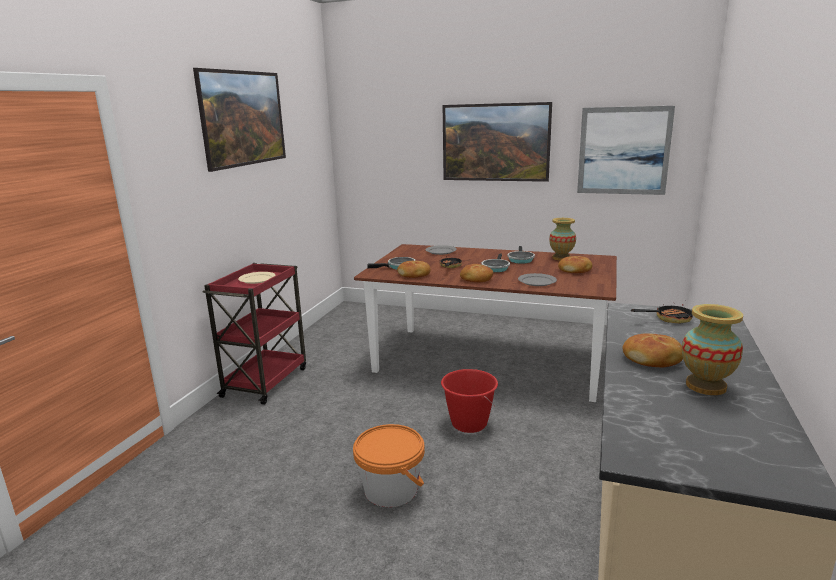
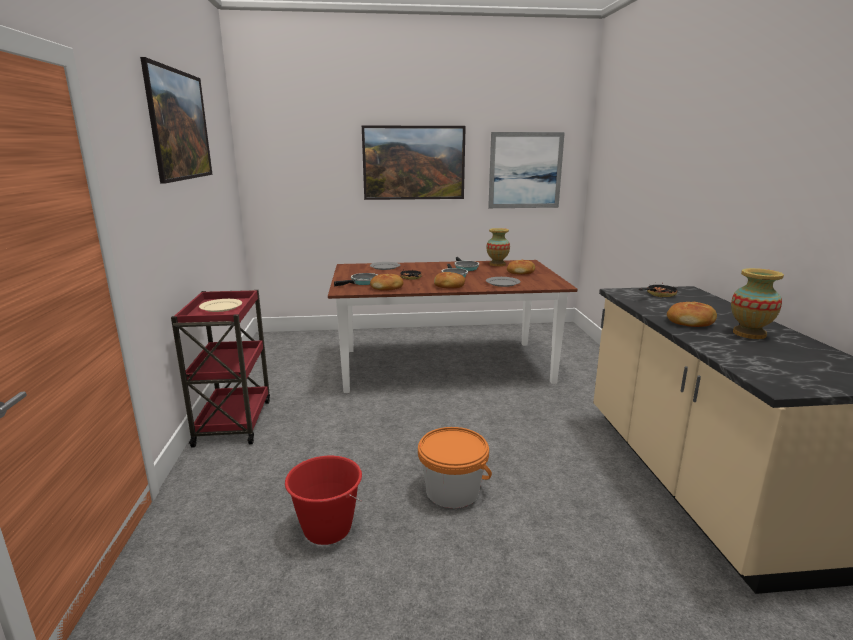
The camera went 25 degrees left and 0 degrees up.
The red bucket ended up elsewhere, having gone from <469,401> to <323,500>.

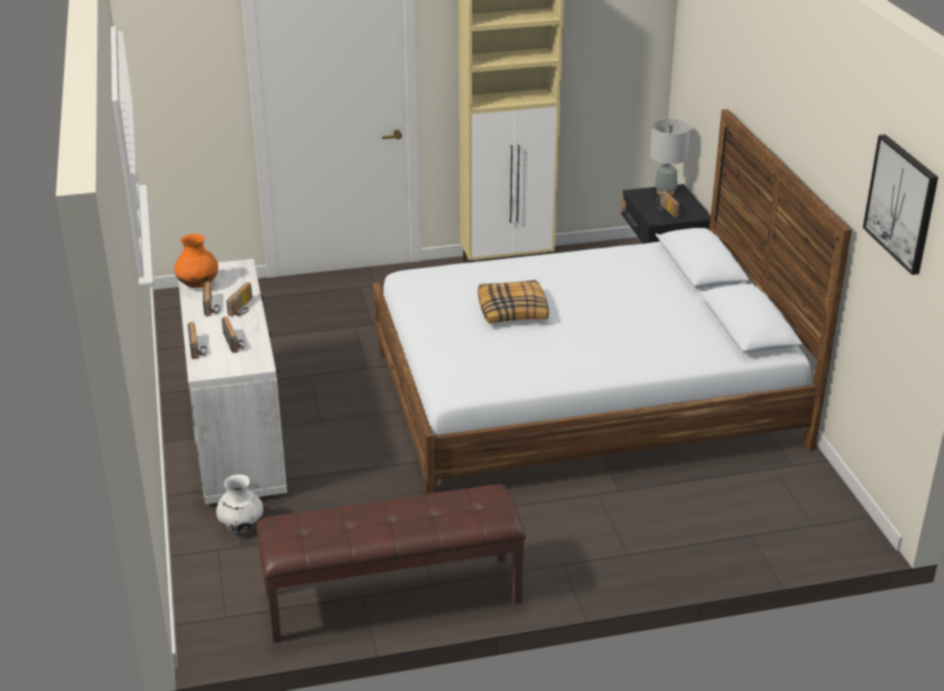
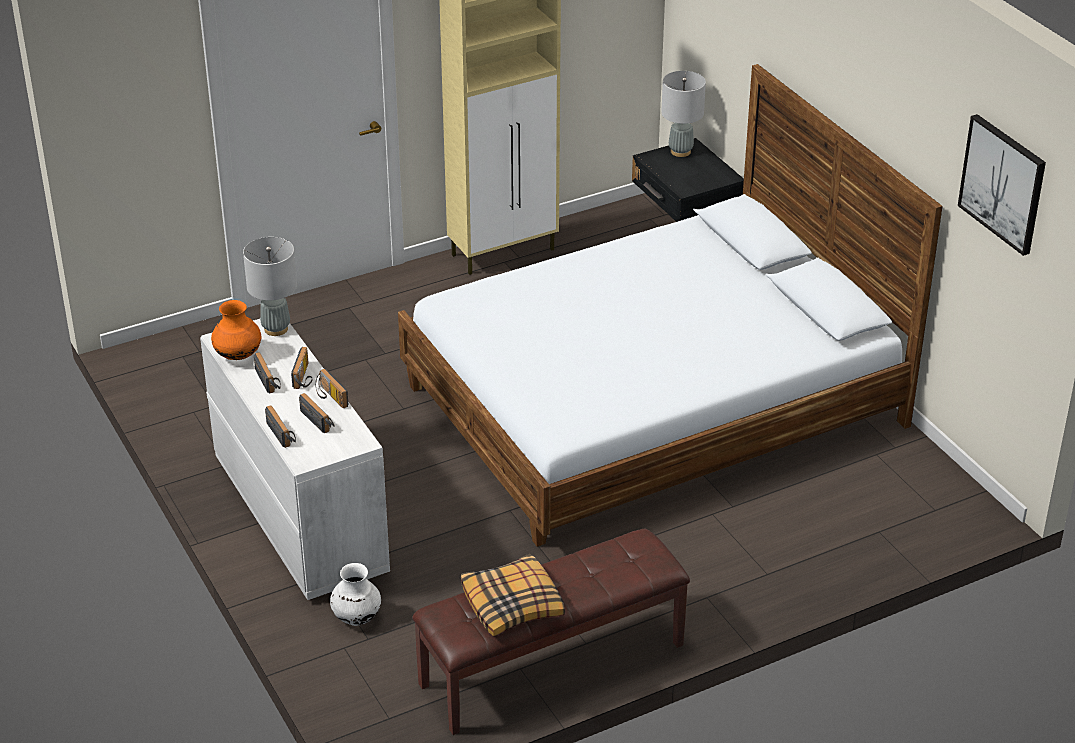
The camera went 15 degrees left and 5 degrees up.
The second view gained the grey table lamp at <270,286>.
The radio ended up elsewhere, having gone from <668,204> to <331,389>.
The pillow ended up elsewhere, having gone from <513,302> to <513,595>.

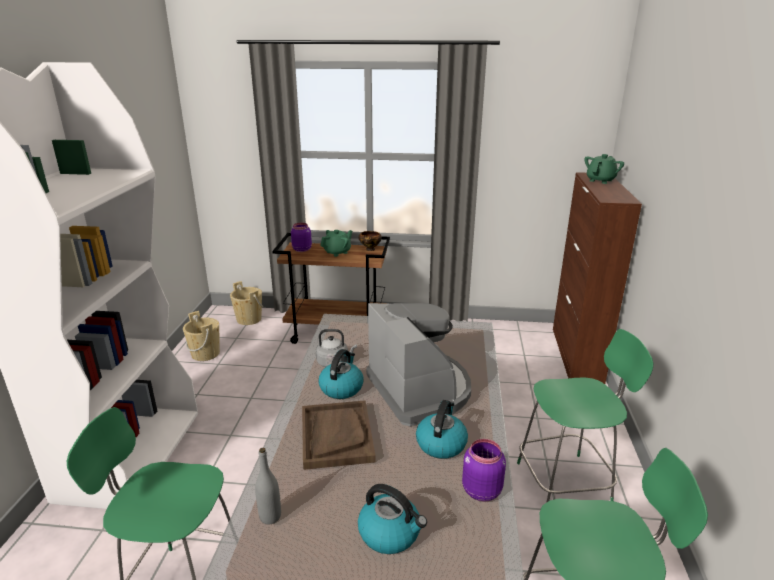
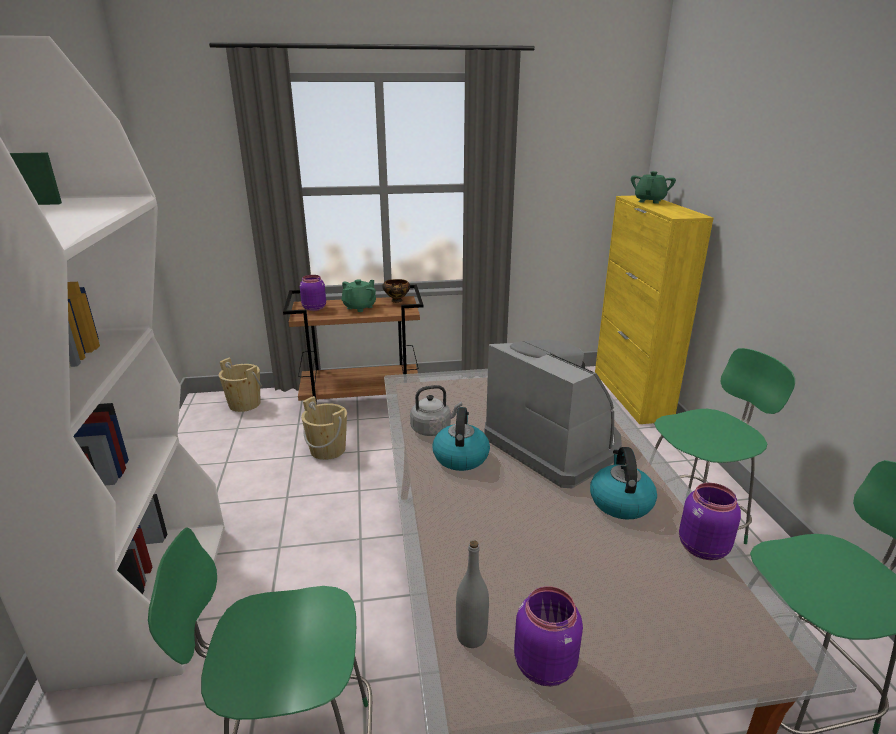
The camera went 15 degrees left and 0 degrees up.
The beige bucket ended up elsewhere, having gone from <201,336> to <324,428>.
The second view gained the purple jar at <548,636>.
What was the brown cabinet at <597,278> turned into the yellow cabinet at <654,310>.
The second view lost the brown tray at <339,435>.
The second view lost the kettle at <392,519>.

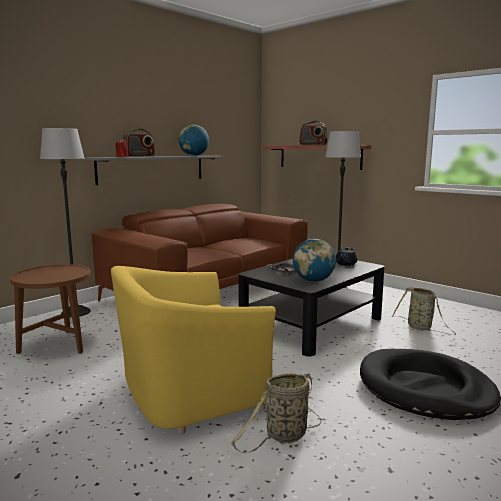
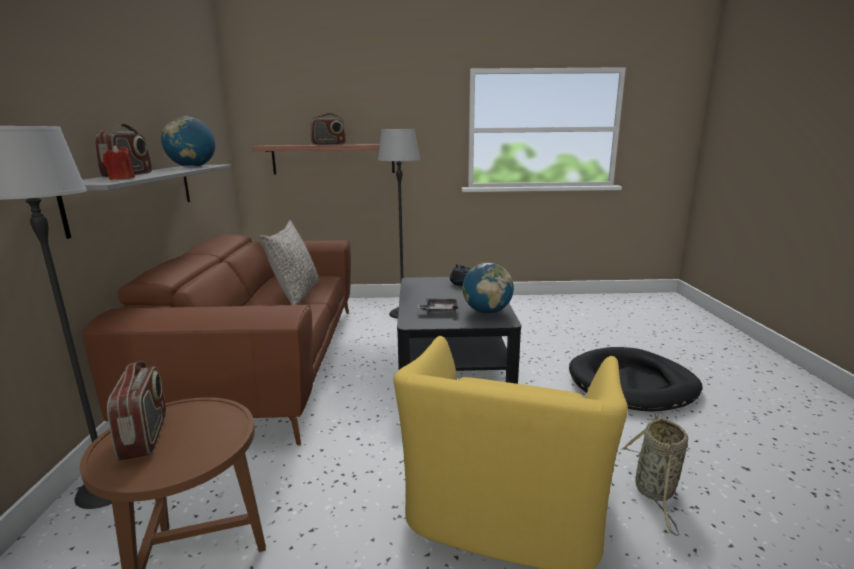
The camera went 45 degrees left and 5 degrees up.
The second view gained the radio at <136,411>.
The second view gained the grey pillow at <289,262>.
The second view lost the basket at <424,311>.

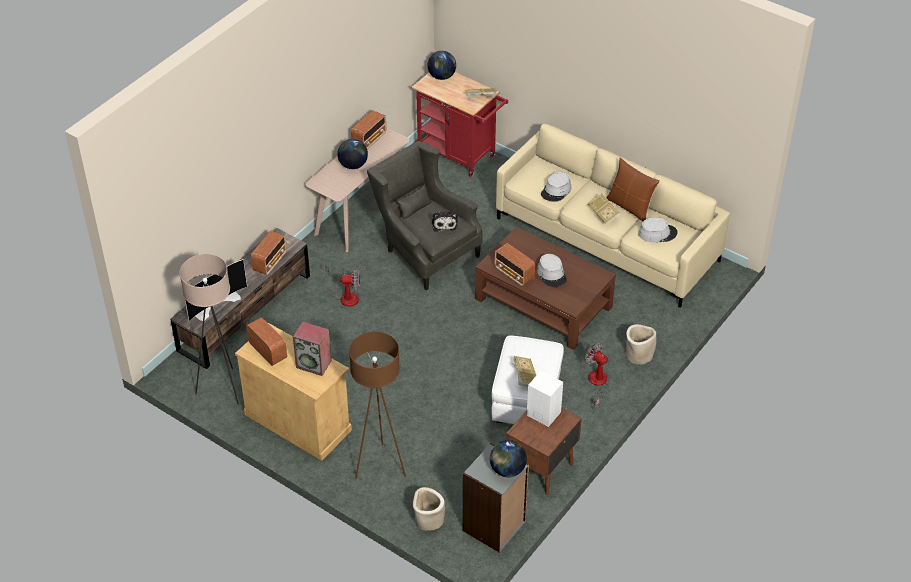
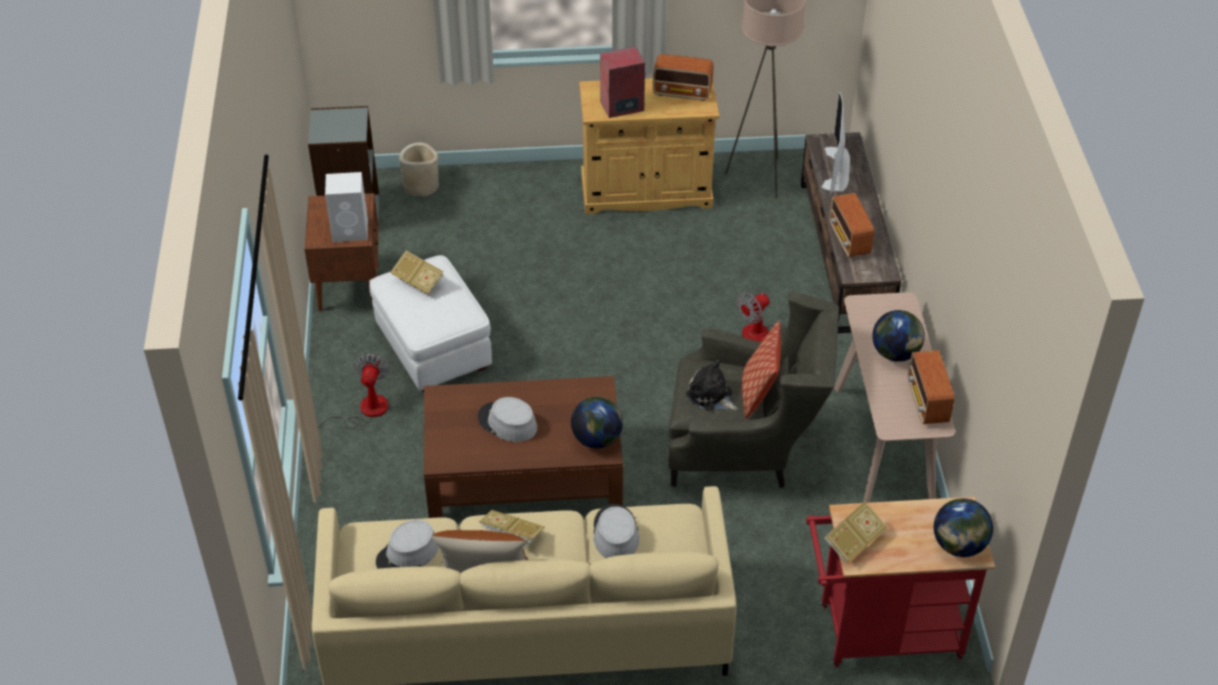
The camera went 140 degrees right and 0 degrees up.
The fan at <597,375> ended up facing another way, 90 degrees counterclockwise from before.
The globe ended up elsewhere, having gone from <508,458> to <597,423>.
The second view gained the pillow at <761,369>.
The second view lost the brown floor lamp at <377,405>.
The second view lost the radio at <514,264>.
The second view lost the beige planter at <641,344>.

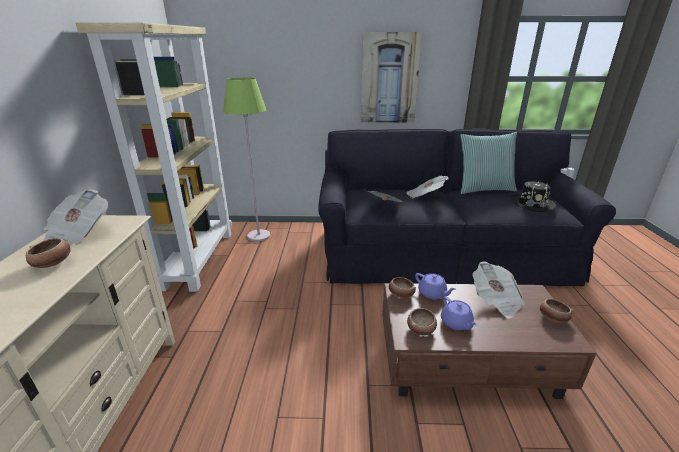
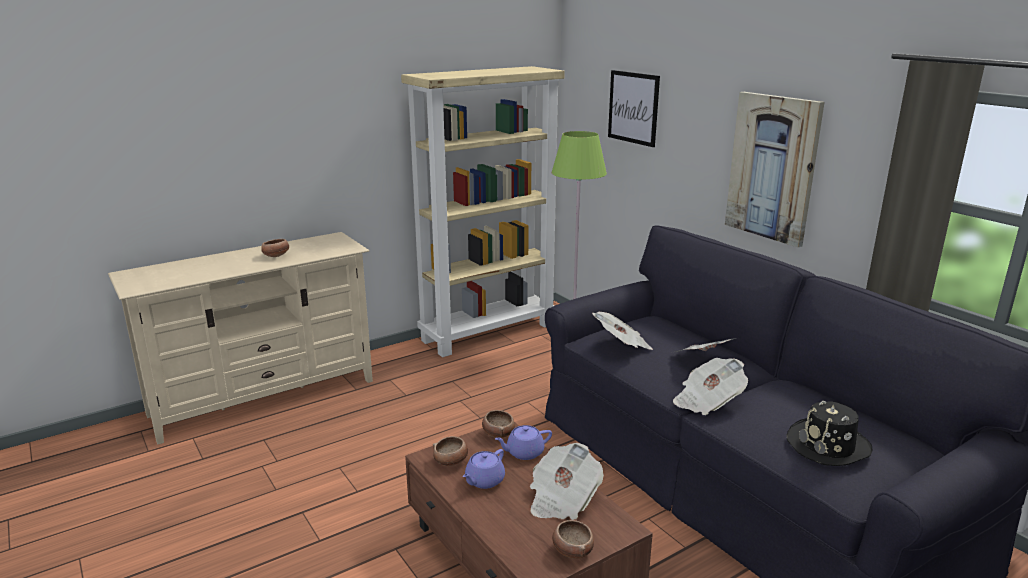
The camera went 55 degrees right and 5 degrees down.
The purple teapot at <435,286> ended up facing another way, 60 degrees clockwise from before.
The second view gained the picture at <634,108>.
The newspaper ended up elsewhere, having gone from <75,217> to <710,386>.
The second view lost the pillow at <488,163>.

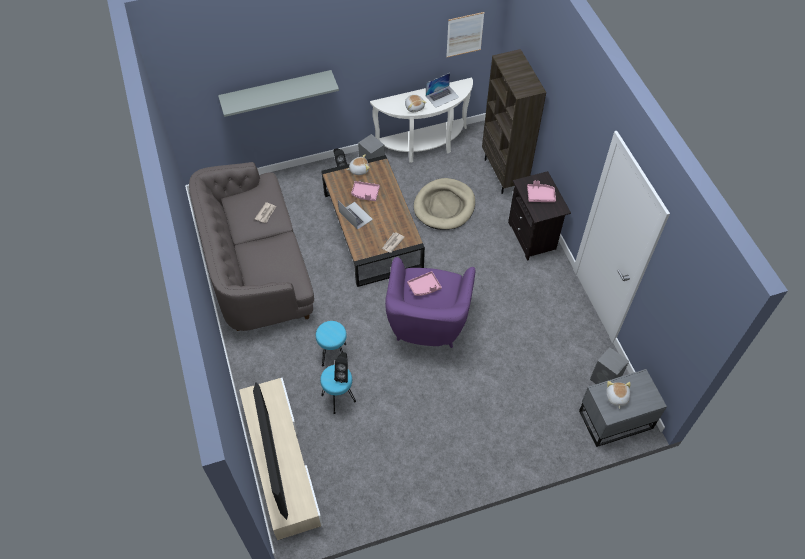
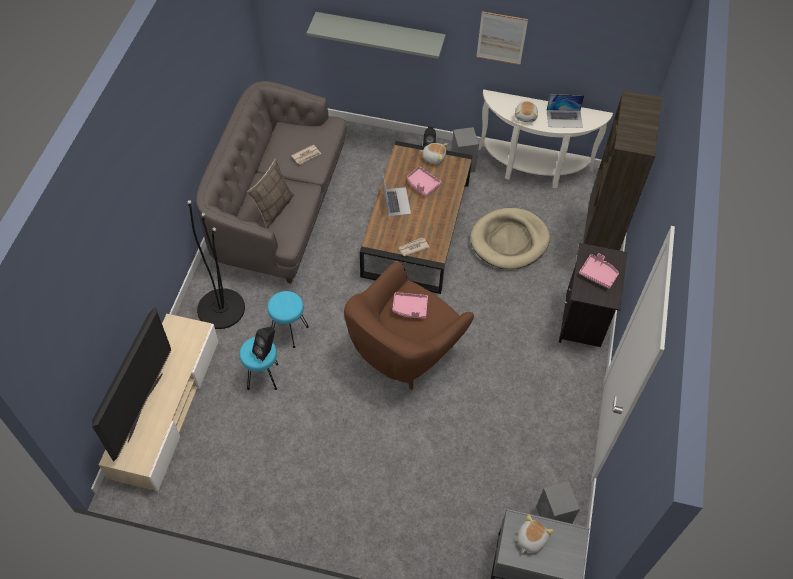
The camera went 30 degrees right and 0 degrees up.
The second view gained the black floor lamp at <216,264>.
The second view gained the pillow at <270,193>.
What was the purple armchair at <430,302> turned into the brown armchair at <409,326>.
The picture ended up elsewhere, having gone from <465,35> to <502,38>.

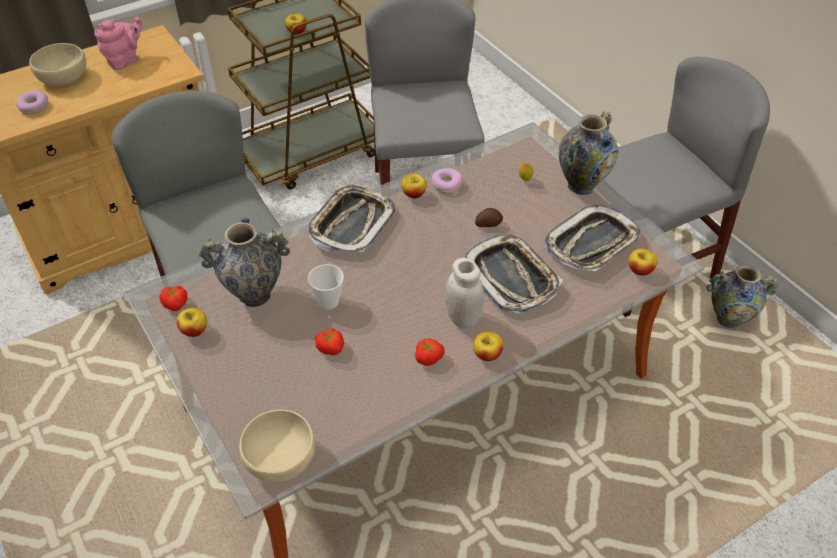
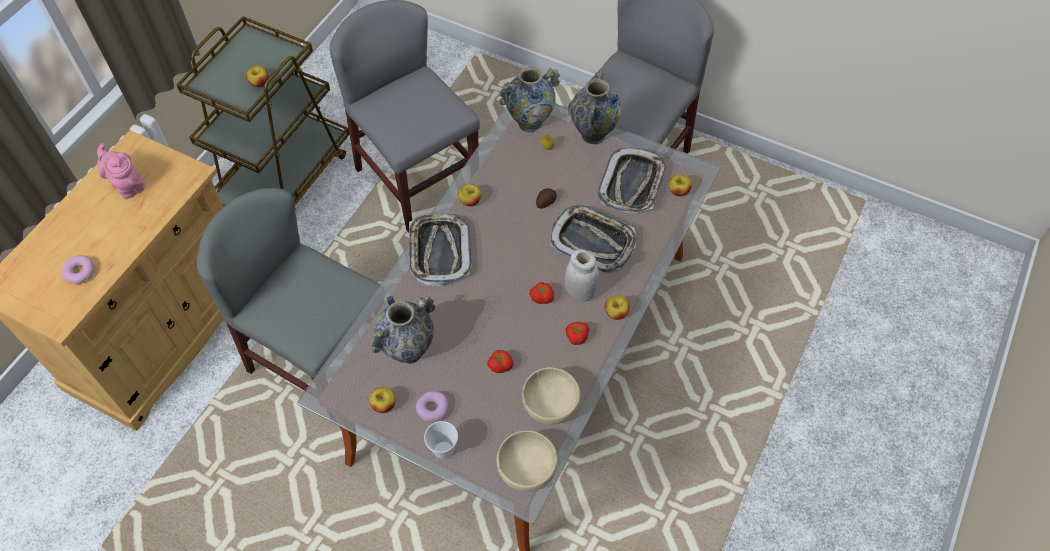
The camera went 30 degrees left and 10 degrees up.
The pink teapot at <118,43> ended up facing another way, 60 degrees counterclockwise from before.
The donut ended up elsewhere, having gone from <447,181> to <432,406>.
The cup ended up elsewhere, having gone from <326,286> to <441,440>.
The vase ended up elsewhere, having gone from <742,297> to <529,99>.
The beige bowl ended up elsewhere, having gone from <58,64> to <551,396>.
The tomato ended up elsewhere, having gone from <173,298> to <541,293>.

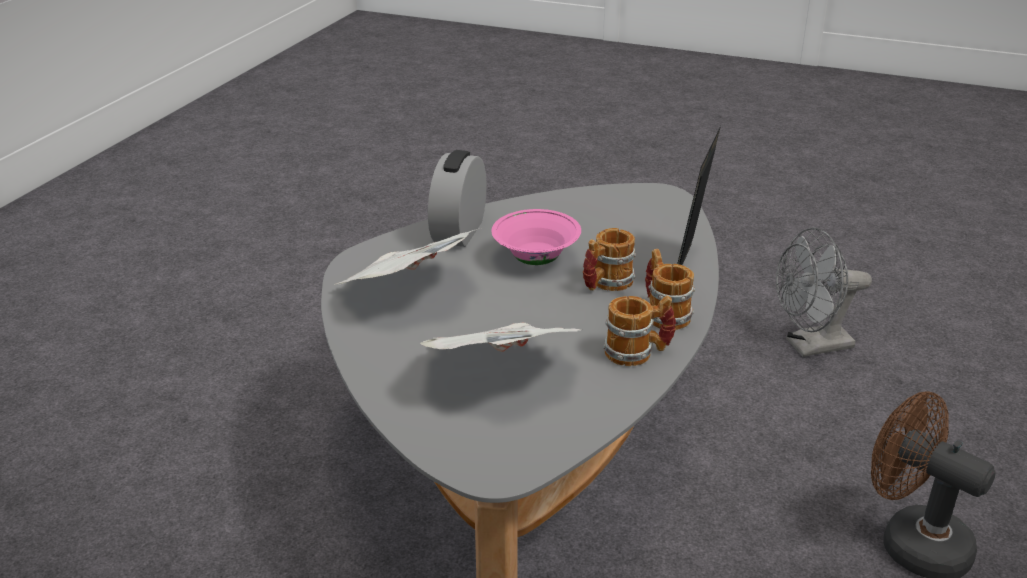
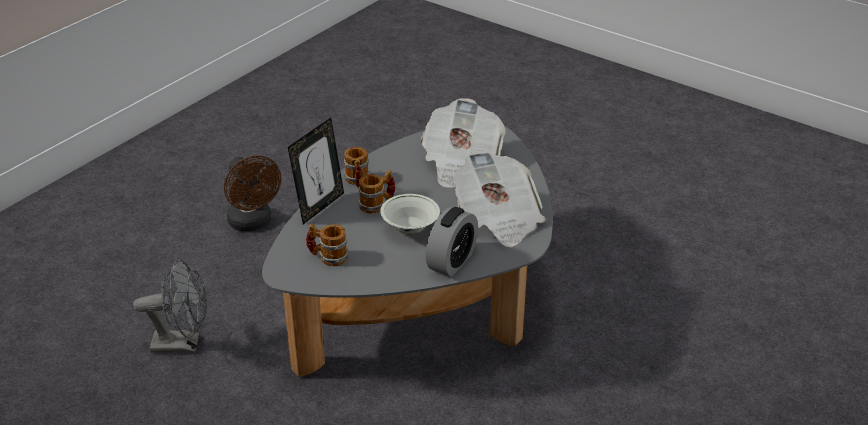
The camera went 165 degrees left and 5 degrees up.
The mug ended up elsewhere, having gone from <639,330> to <327,245>.
What was the pink bowl at <536,237> turned into the white bowl at <410,214>.

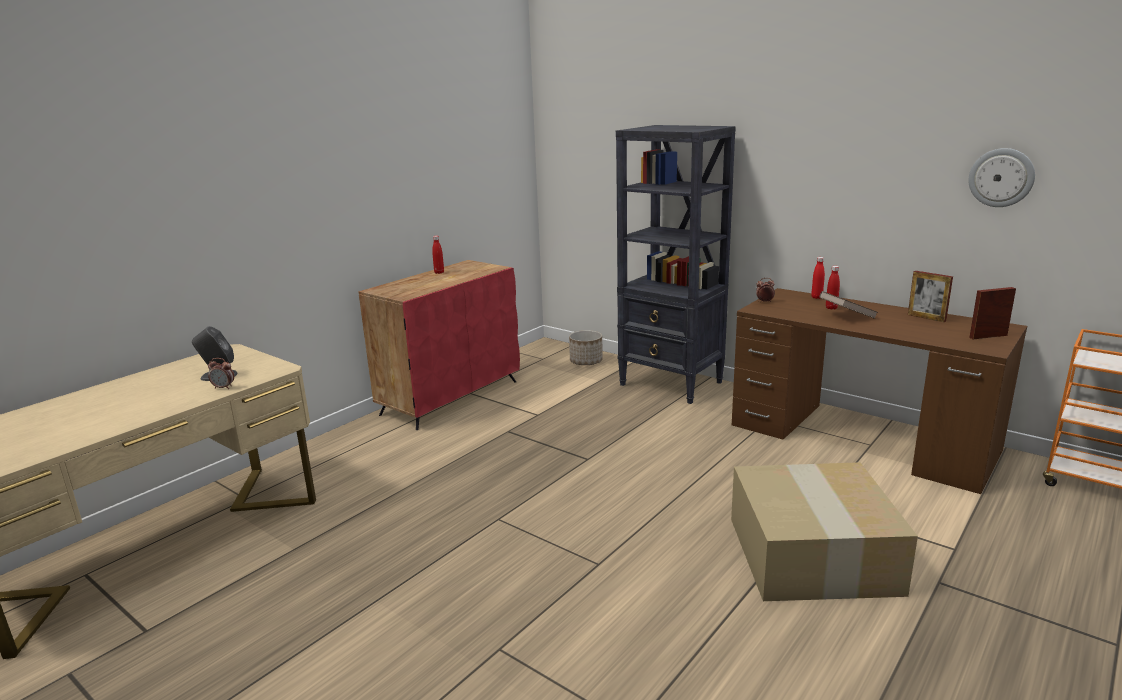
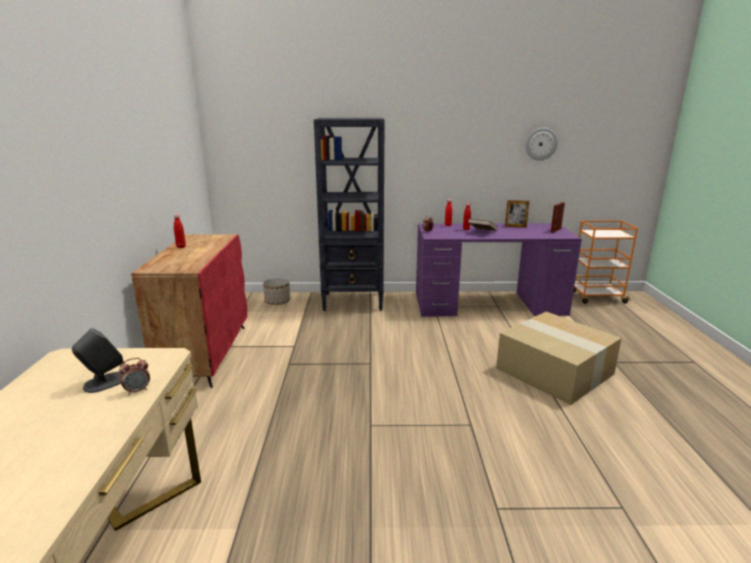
The camera went 40 degrees left and 0 degrees up.
What was the brown desk at <879,391> turned into the purple desk at <499,269>.

